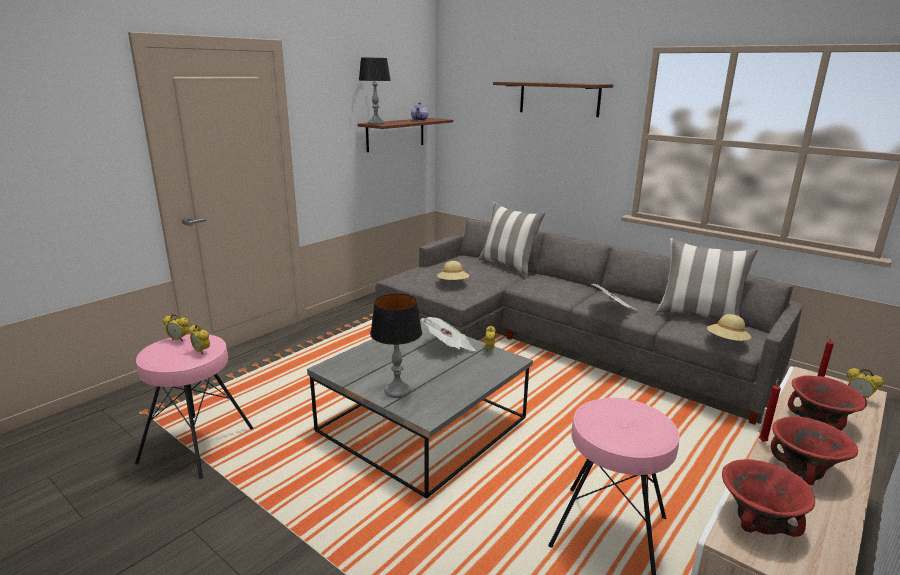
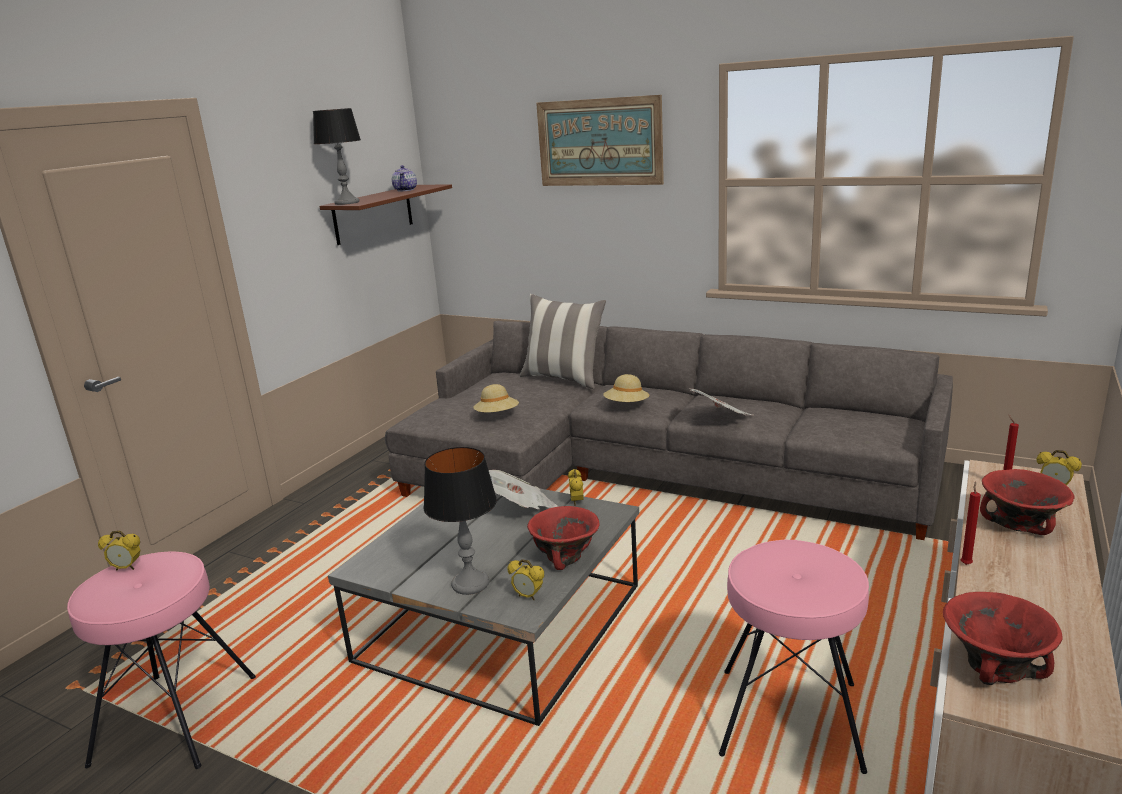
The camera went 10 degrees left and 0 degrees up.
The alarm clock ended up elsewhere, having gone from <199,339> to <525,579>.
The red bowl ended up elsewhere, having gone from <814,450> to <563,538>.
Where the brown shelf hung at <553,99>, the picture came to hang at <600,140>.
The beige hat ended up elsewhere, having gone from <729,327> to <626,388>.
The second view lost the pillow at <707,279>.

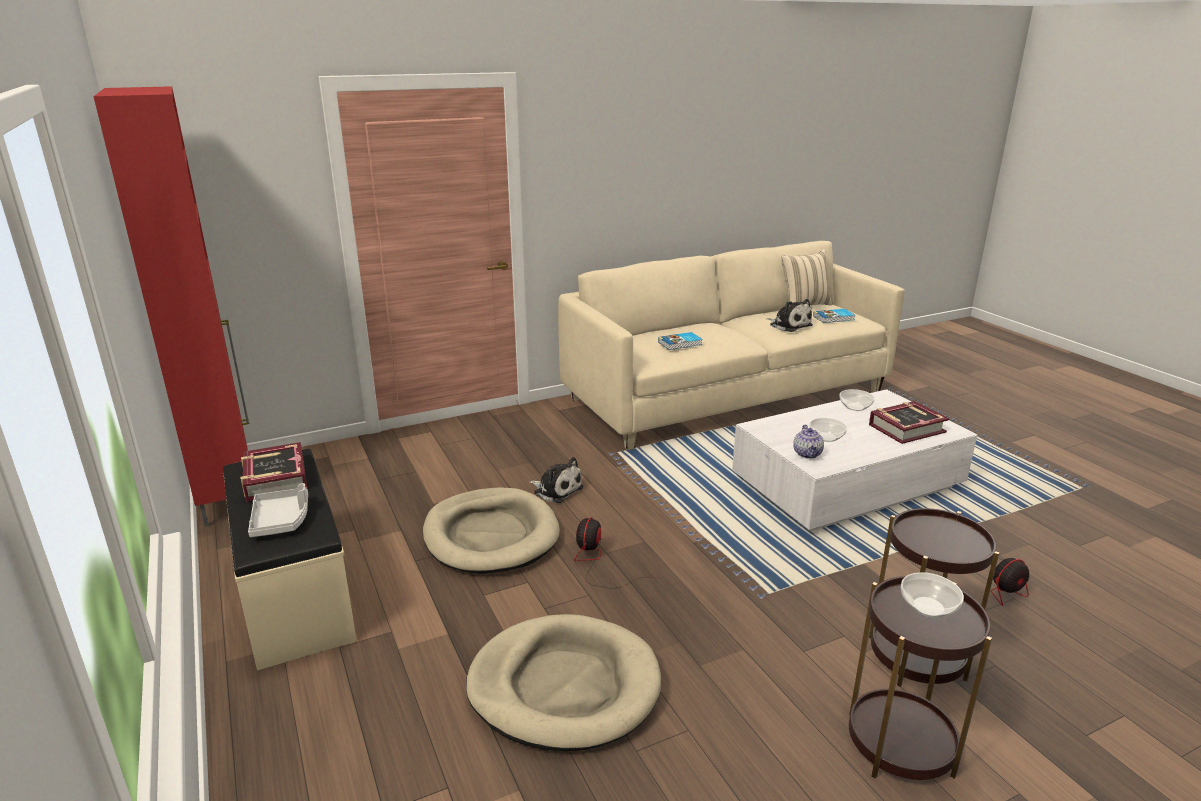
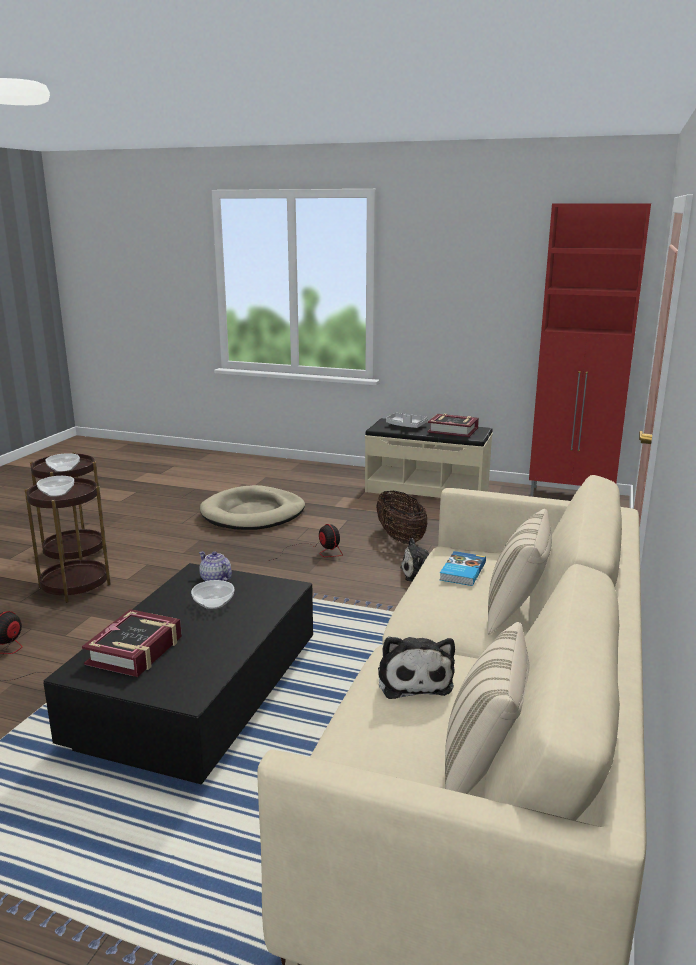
The camera went 135 degrees right and 5 degrees down.
The bowl ended up elsewhere, having gone from <857,400> to <55,486>.
What was the white coffee table at <854,460> turned into the black coffee table at <178,673>.
Where the beige dog bed stood at <491,531>, the basket came to stand at <401,517>.
The plush toy at <790,315> ended up facing another way, 105 degrees counterclockwise from before.
The second view gained the beige pillow at <520,572>.
The second view lost the book at <834,316>.

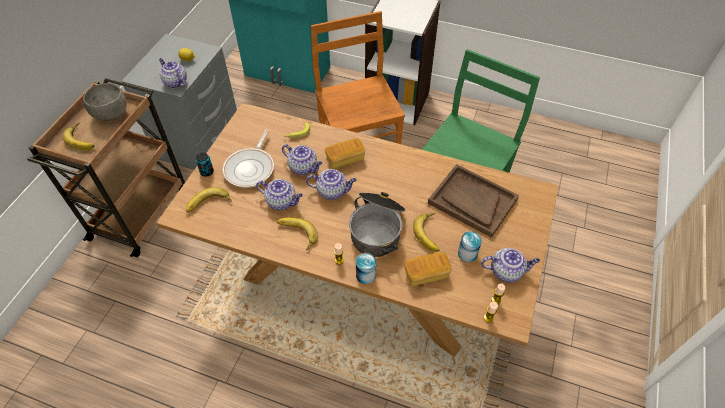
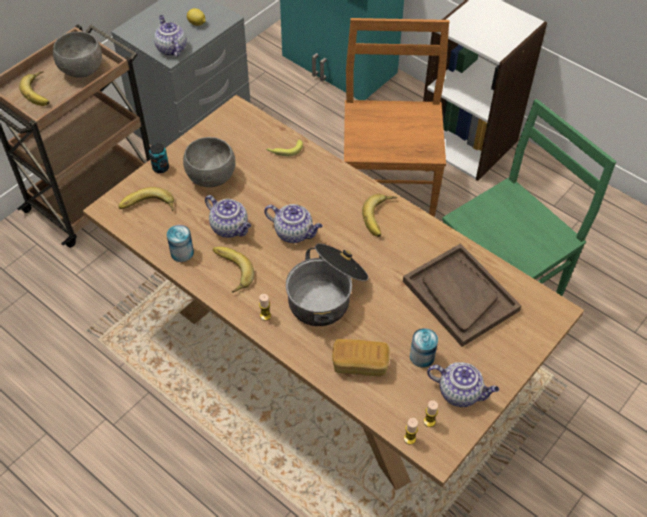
The camera went 20 degrees right and 0 degrees up.
The can ended up elsewhere, having gone from <366,268> to <180,243>.
Where the frying pan stood at <248,158>, the grey bowl came to stand at <209,162>.
The banana ended up elsewhere, having gone from <426,232> to <379,215>.
The second view lost the teapot at <302,159>.
The second view lost the bread at <345,153>.

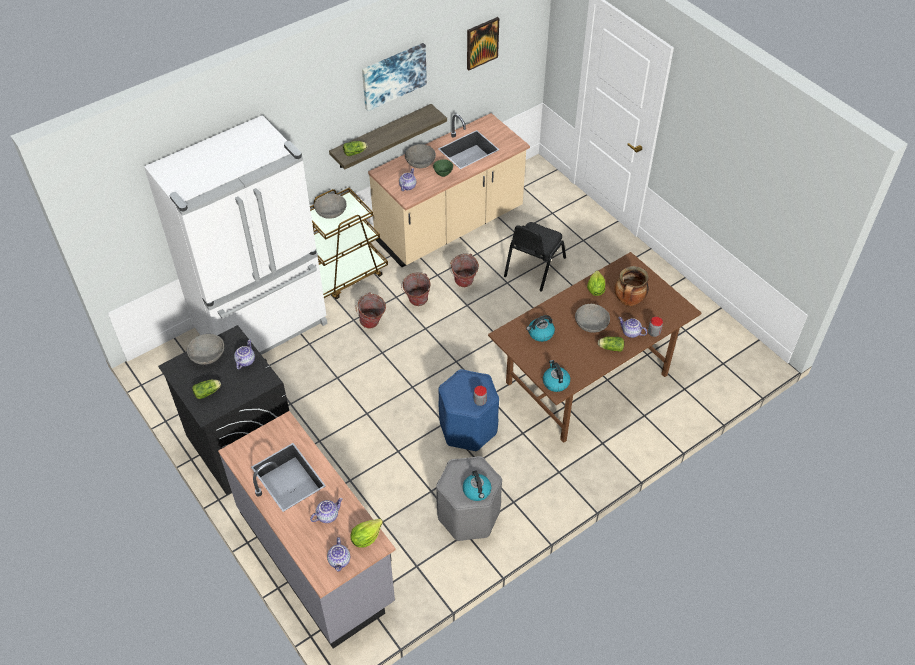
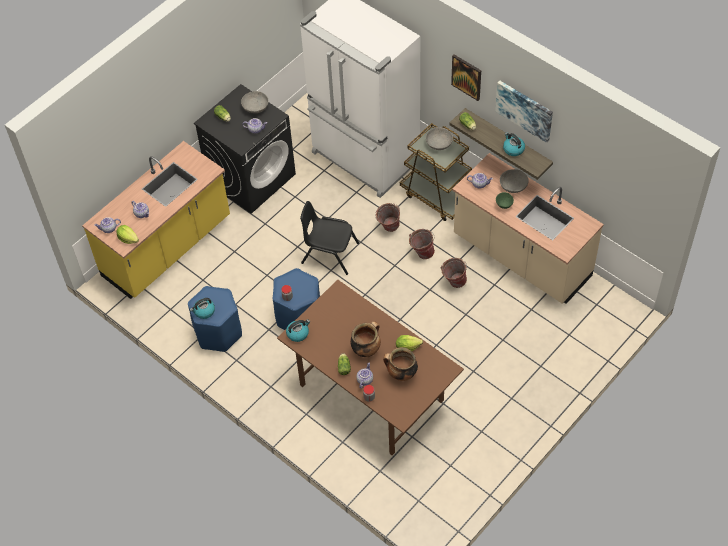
The camera went 80 degrees right and 5 degrees up.
What was the grey counter at <307,529> turned into the yellow counter at <156,220>.
What was the grey stool at <469,498> turned into the blue stool at <215,319>.
The black chair ended up elsewhere, having gone from <535,256> to <329,238>.
Where the grey bowl stood at <592,318>, the cooking pot came to stand at <365,339>.
The picture ended up elsewhere, having gone from <483,44> to <466,77>.
The kettle ended up elsewhere, having gone from <540,328> to <514,144>.

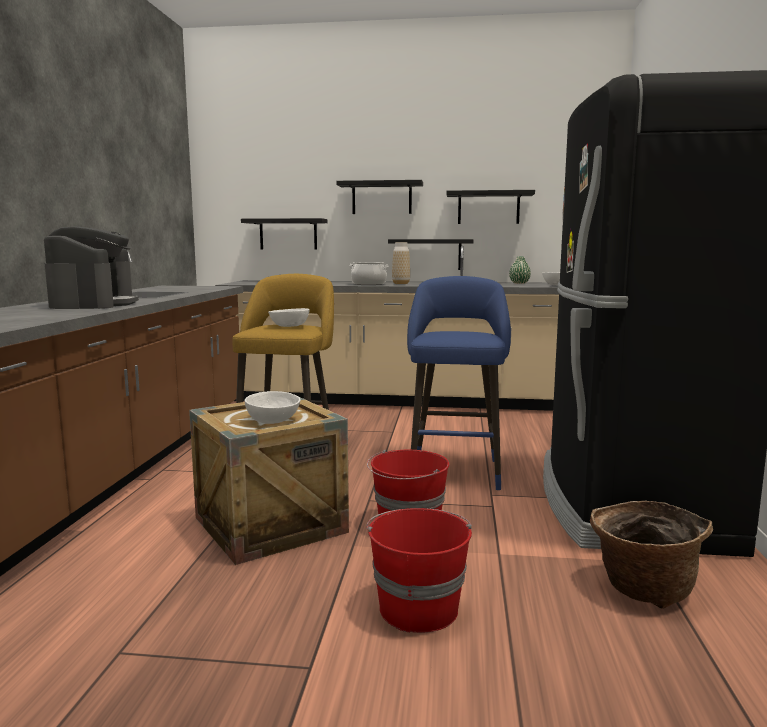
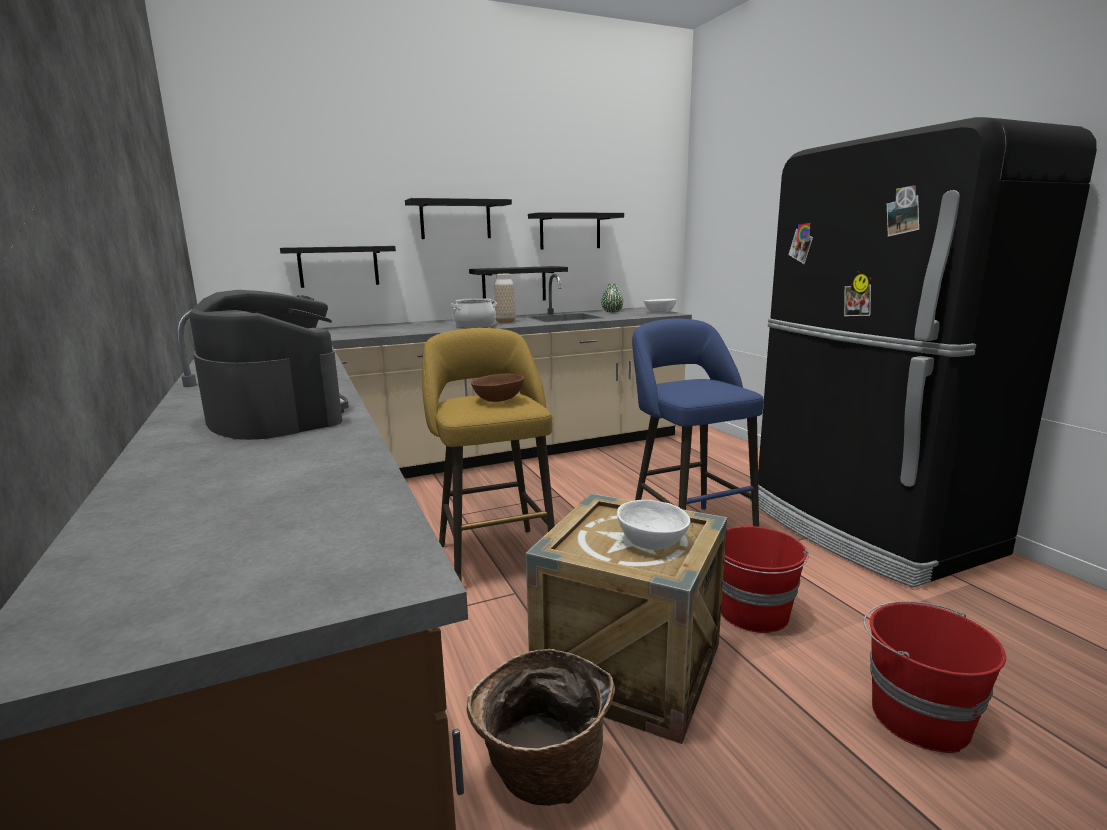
The camera went 30 degrees left and 5 degrees up.
The basket ended up elsewhere, having gone from <651,555> to <540,727>.
What was the white bowl at <289,317> turned into the brown bowl at <497,388>.

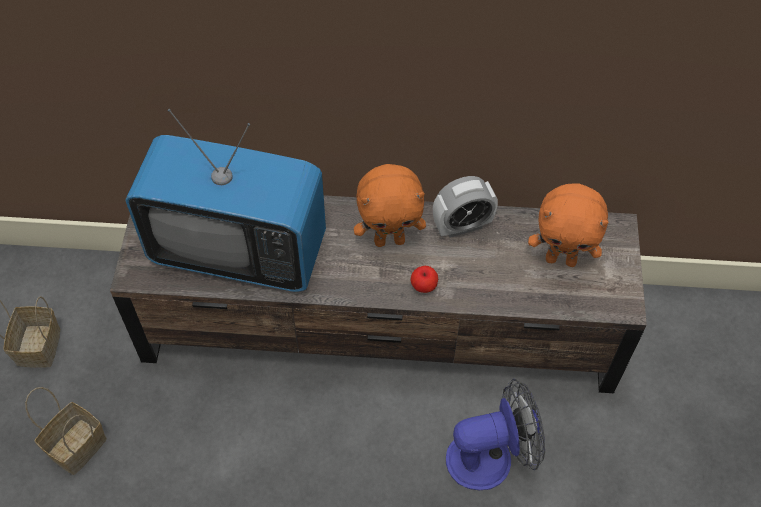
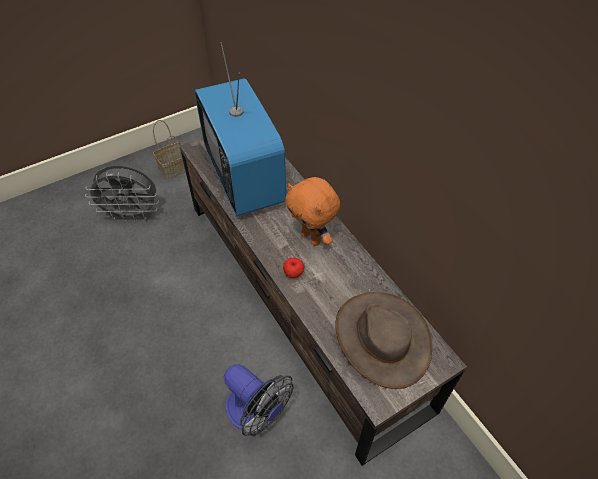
The camera went 55 degrees right and 5 degrees down.
Where the basket stood at <66,431>, the grey fan came to stand at <122,194>.
Where the orange plush toy stood at <568,225>, the brown hat came to stand at <383,340>.
The second view lost the alarm clock at <465,207>.

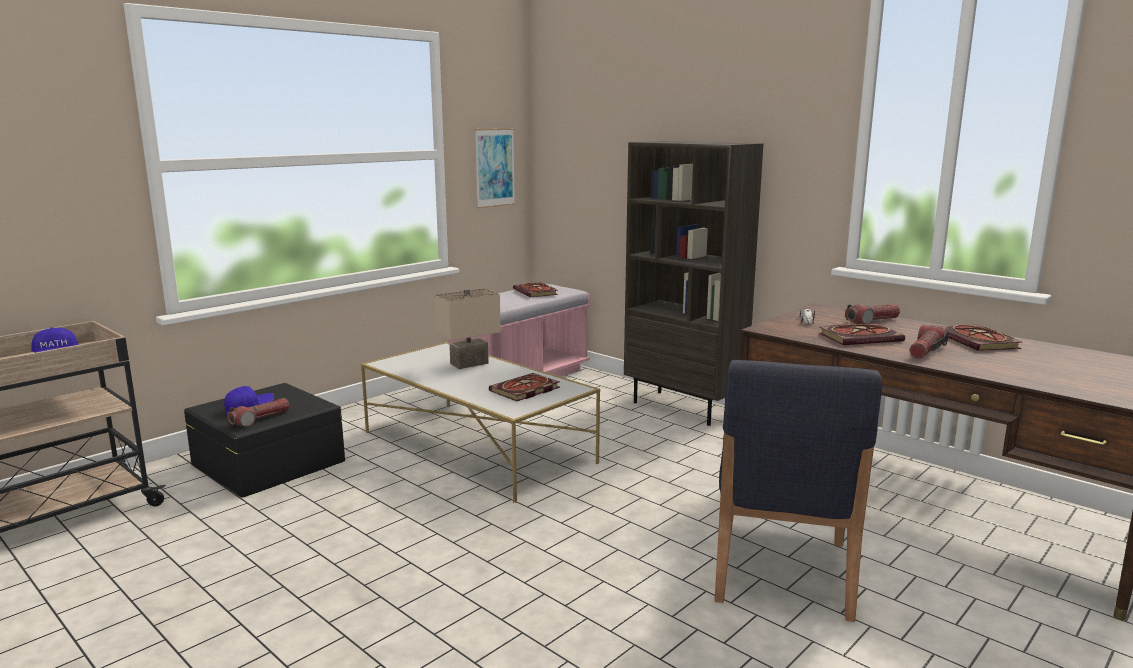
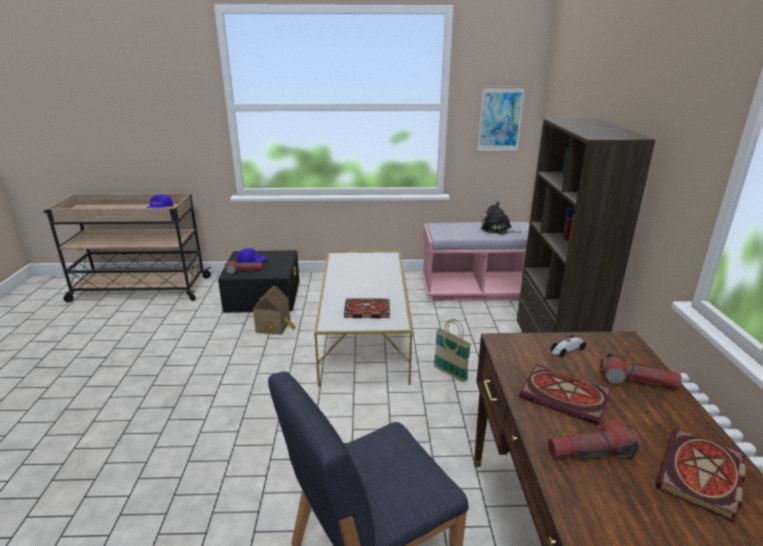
The camera went 45 degrees right and 10 degrees up.
The second view gained the toy house at <274,310>.
The second view gained the basket at <452,350>.
Where the book stood at <535,289>, the plush toy came to stand at <500,218>.
The second view lost the beige table lamp at <467,328>.

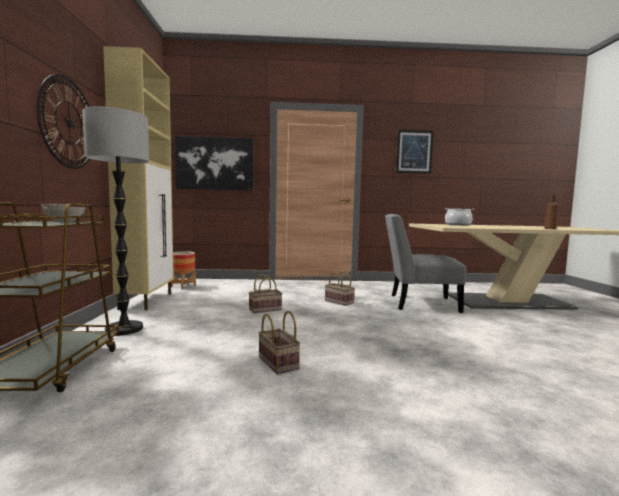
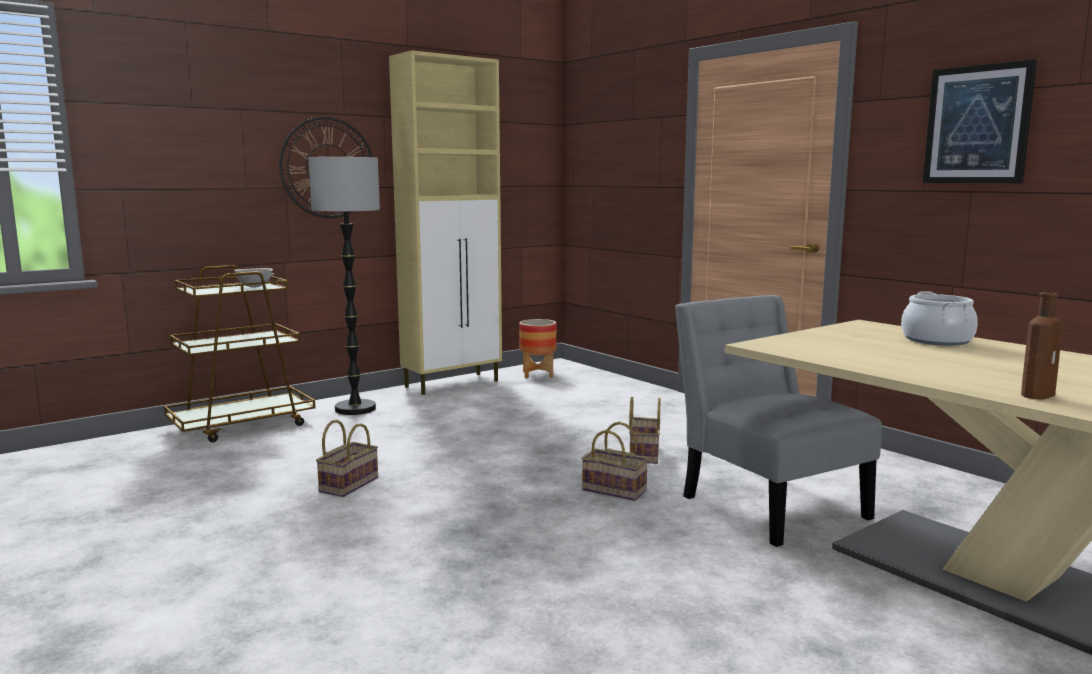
The camera went 55 degrees right and 5 degrees up.
The basket ended up elsewhere, having gone from <266,294> to <615,461>.
The second view lost the picture at <214,163>.

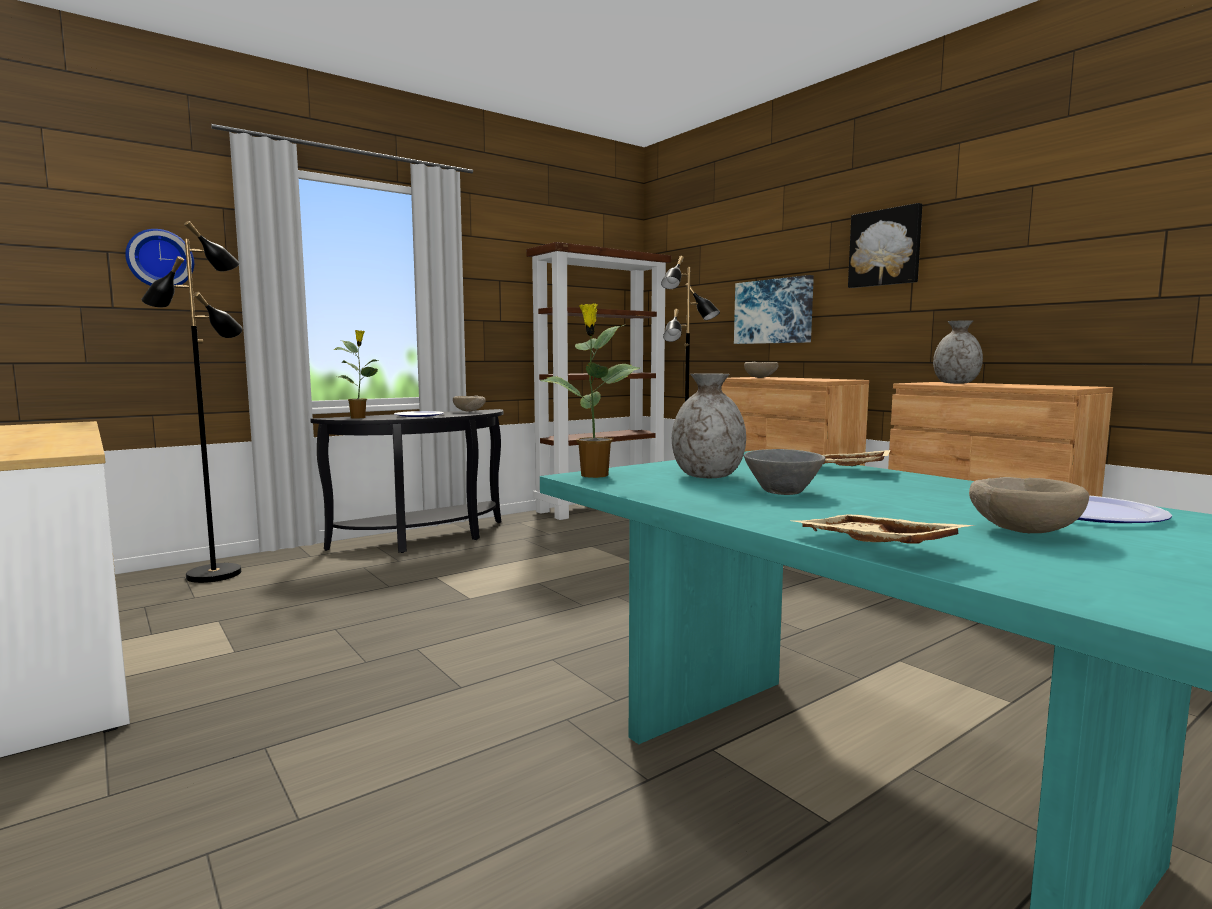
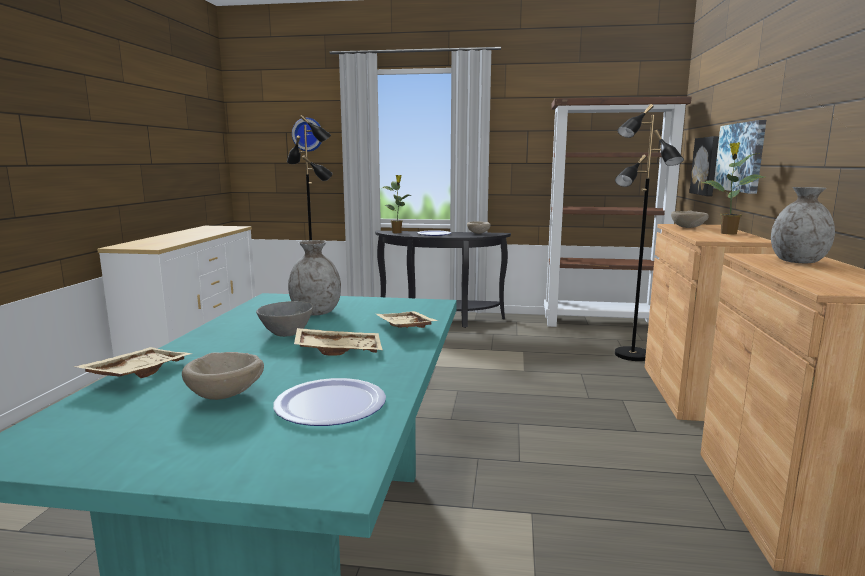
The camera went 45 degrees right and 5 degrees up.
The second view gained the beige tray at <338,341>.
The picture ended up elsewhere, having gone from <885,245> to <704,166>.
The potted plant ended up elsewhere, having gone from <590,390> to <732,188>.

